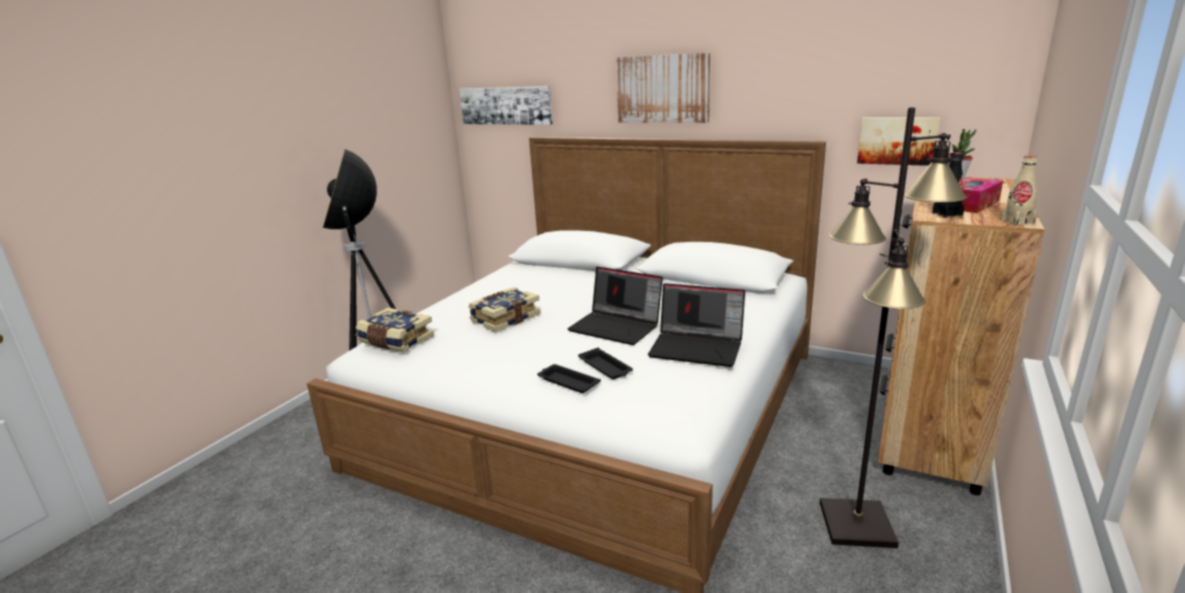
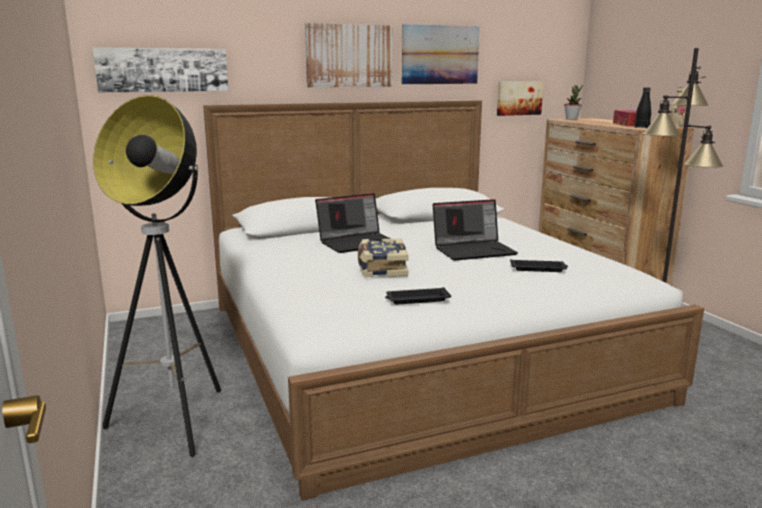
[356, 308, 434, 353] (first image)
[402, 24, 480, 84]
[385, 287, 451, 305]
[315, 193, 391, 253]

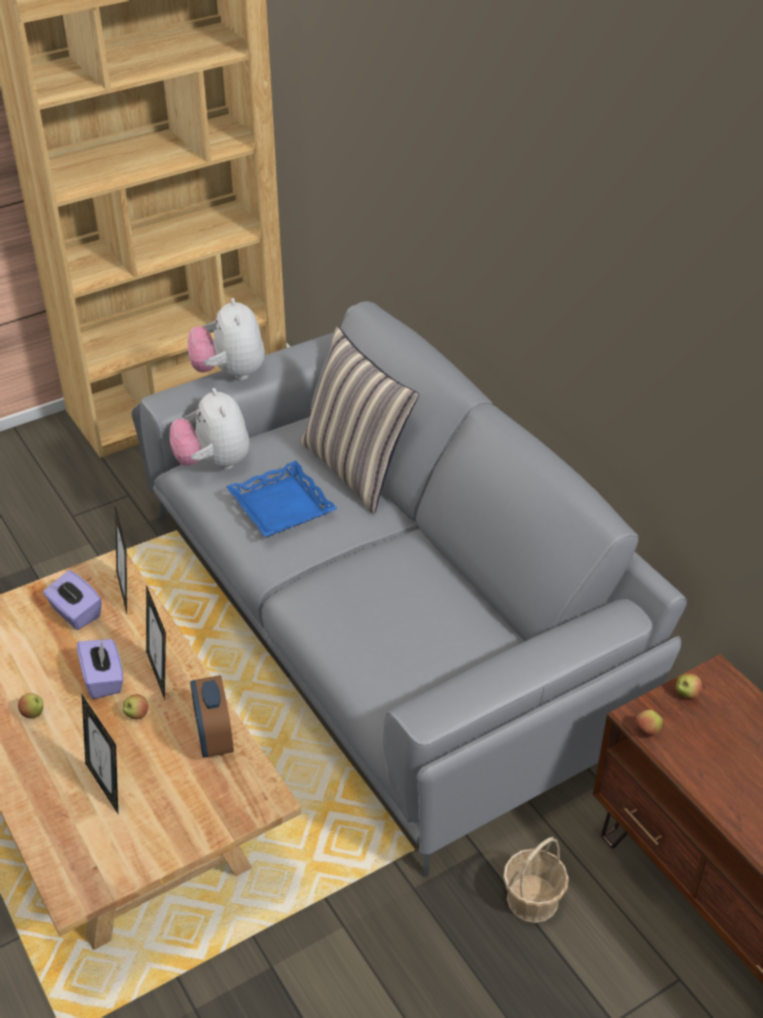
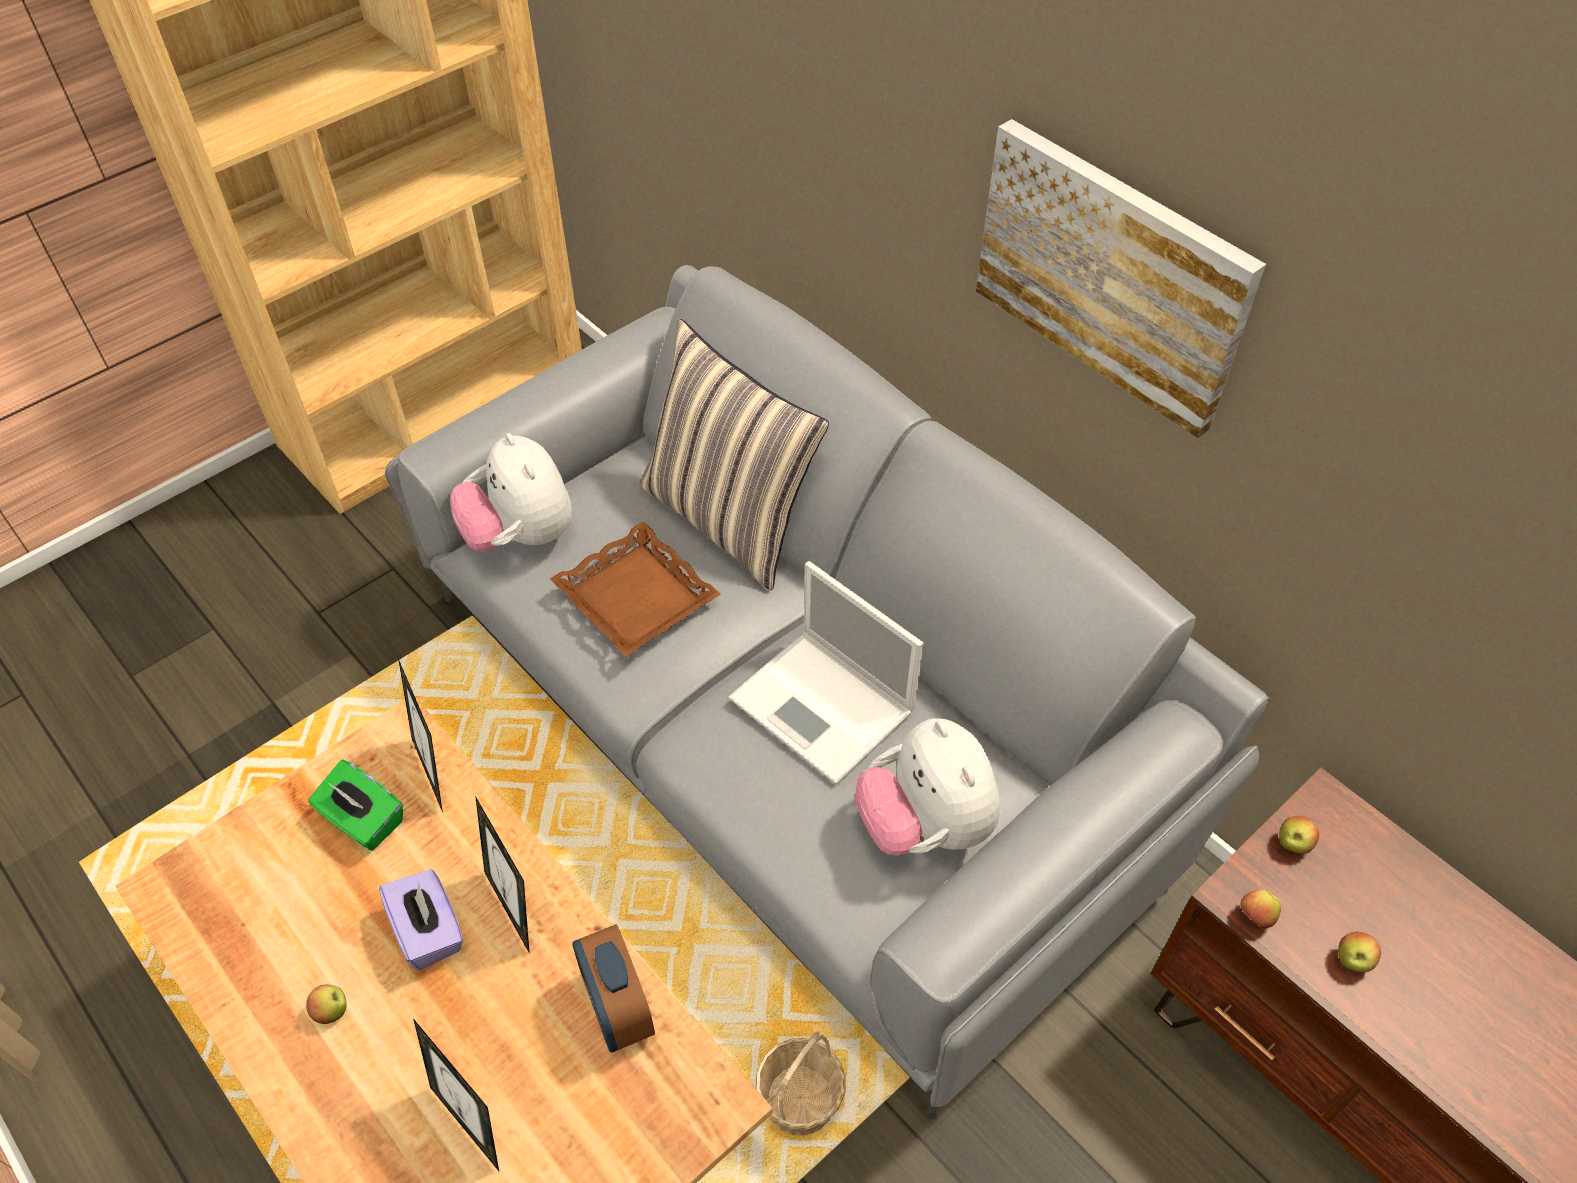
[729, 561, 924, 785]
[976, 119, 1266, 438]
[1338, 932, 1381, 972]
[855, 718, 1000, 856]
[756, 1031, 845, 1136]
[308, 760, 403, 851]
[550, 521, 720, 657]

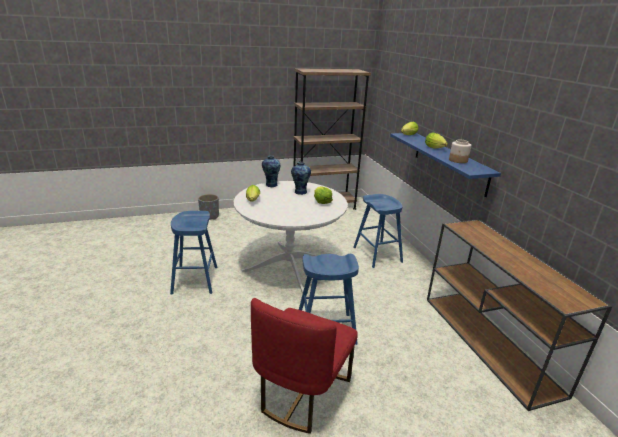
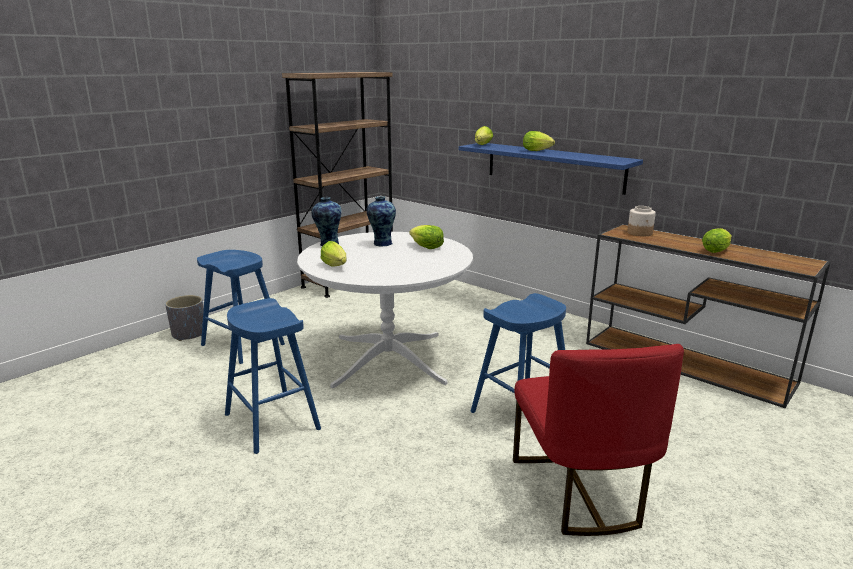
[702, 228, 732, 253]
[197, 250, 285, 364]
[627, 206, 656, 236]

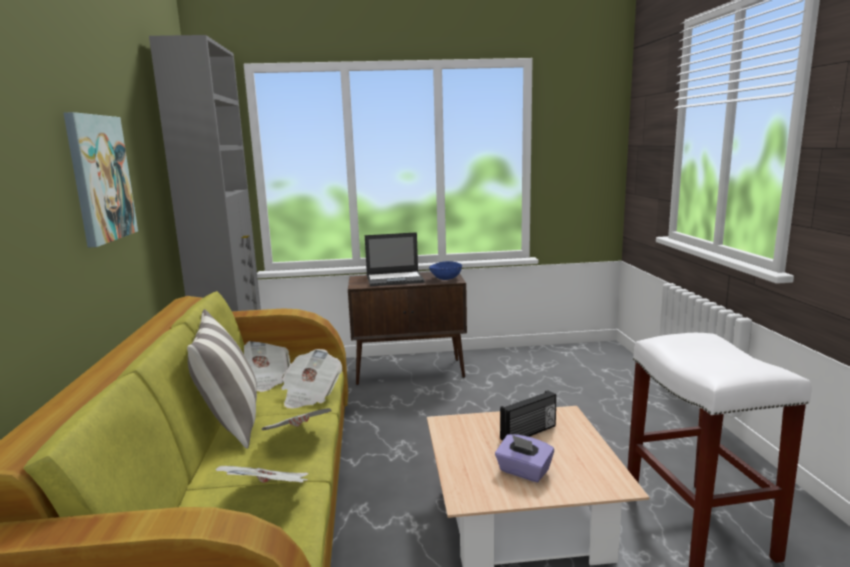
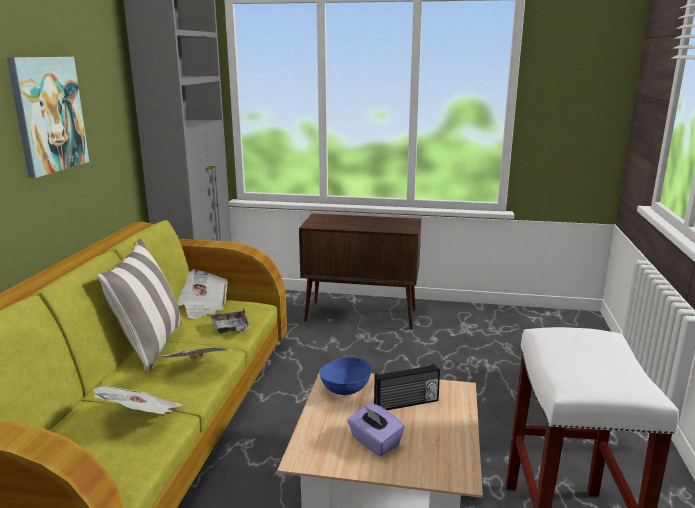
[365, 232, 425, 286] (first image)
[319, 357, 372, 395]
[210, 308, 250, 334]

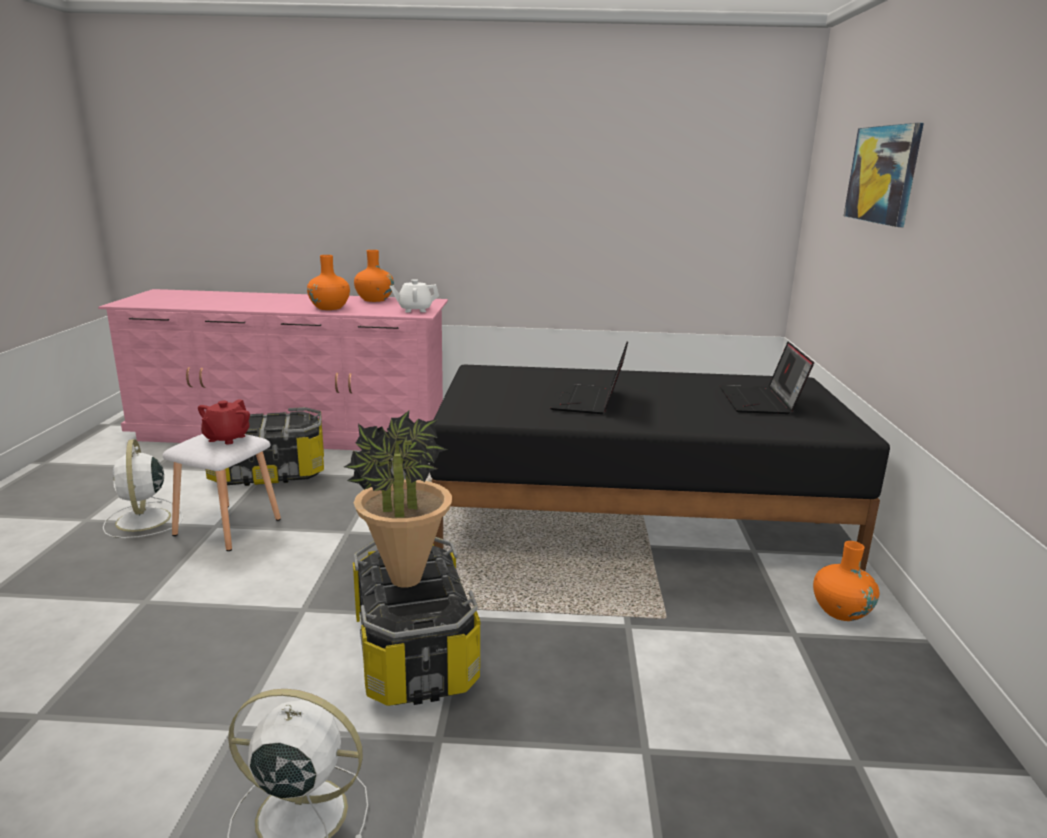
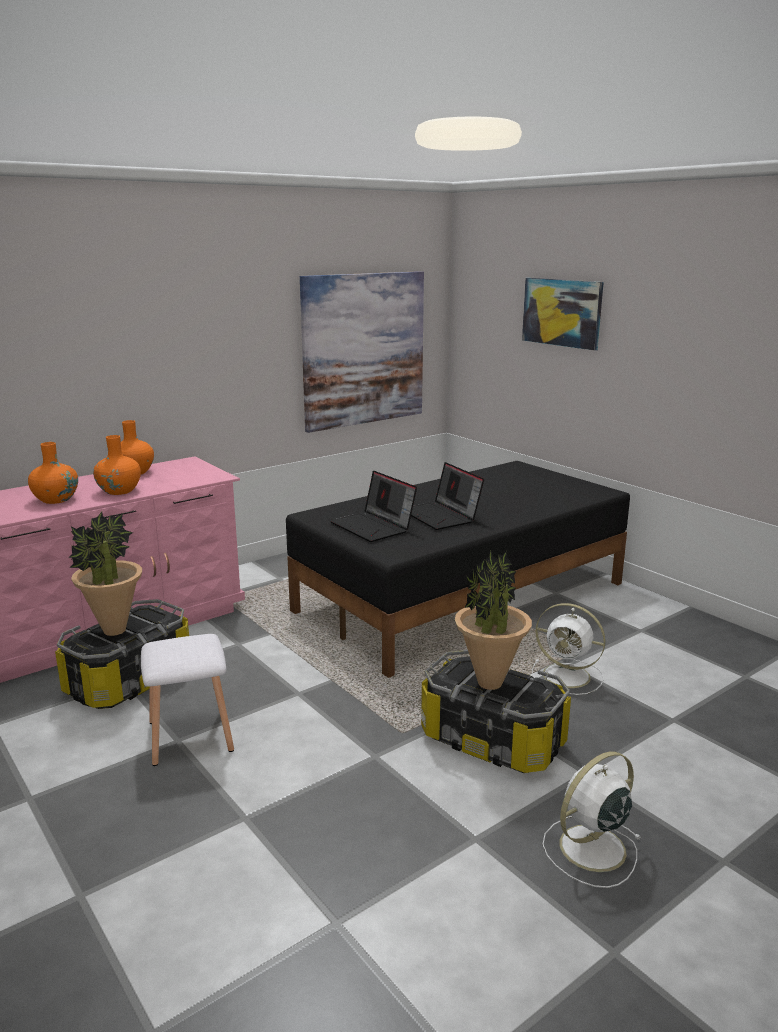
[198, 399, 250, 444] (first image)
[390, 279, 439, 312] (first image)
[68, 512, 142, 636]
[300, 271, 424, 433]
[532, 603, 606, 695]
[330, 470, 417, 542]
[28, 442, 78, 504]

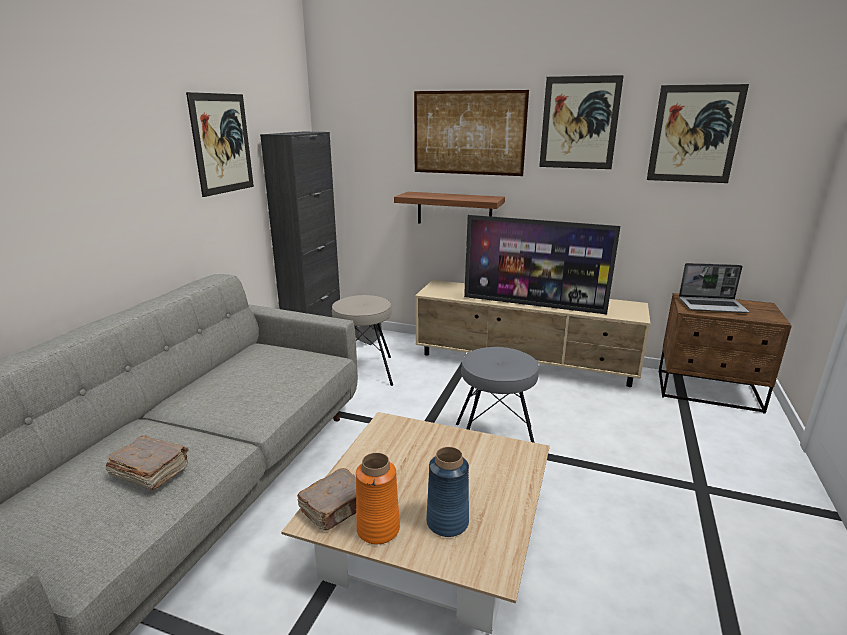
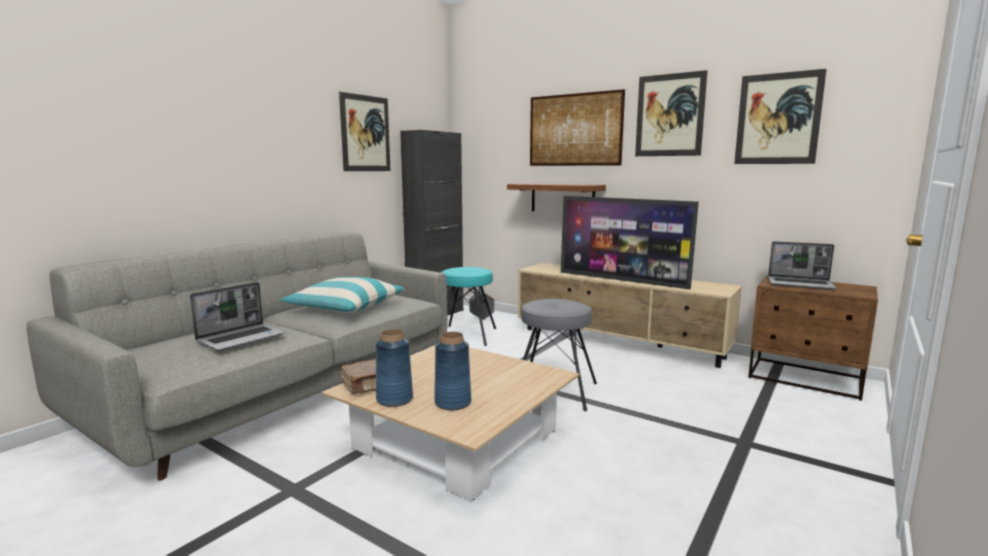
[280, 277, 404, 313]
[190, 282, 286, 351]
[441, 267, 496, 346]
[376, 329, 413, 407]

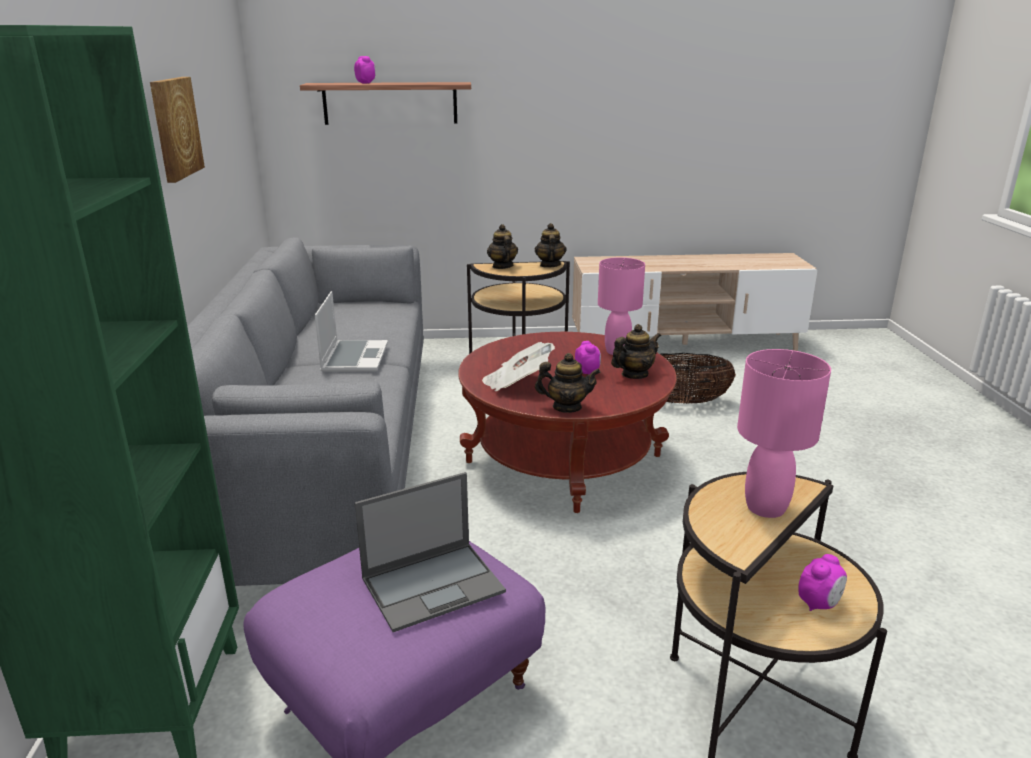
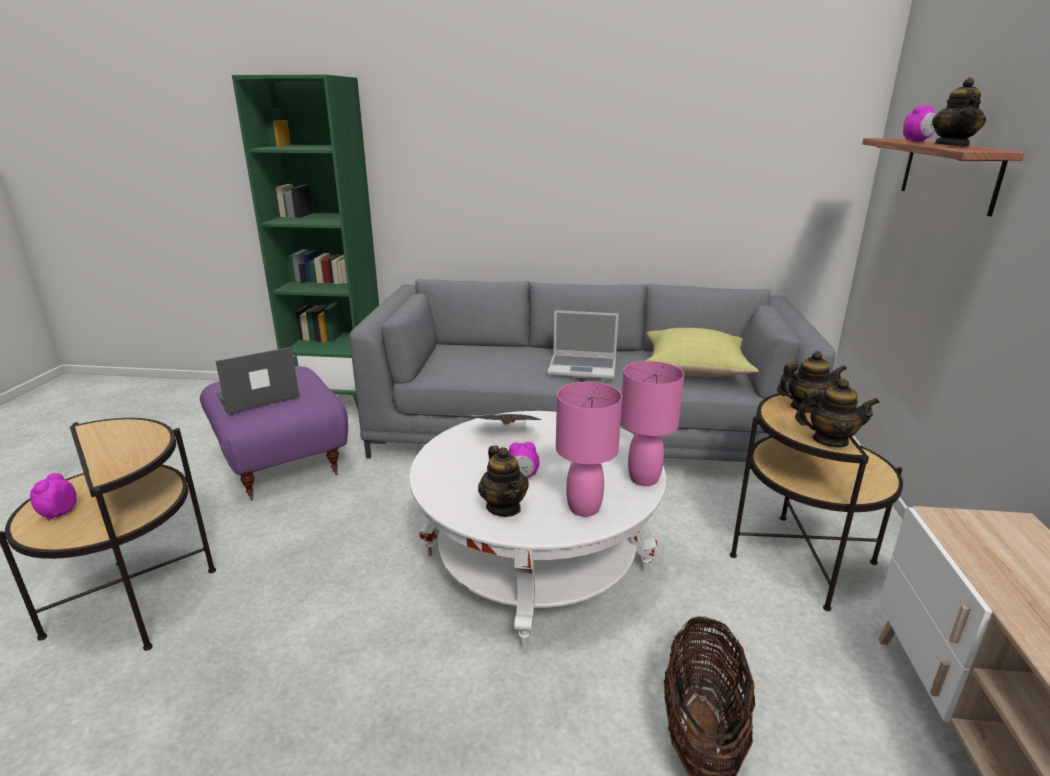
[150, 77, 205, 183] (first image)
[645, 328, 759, 377]
[932, 78, 986, 147]
[620, 361, 684, 486]
[409, 411, 666, 648]
[216, 347, 300, 414]
[30, 473, 77, 521]

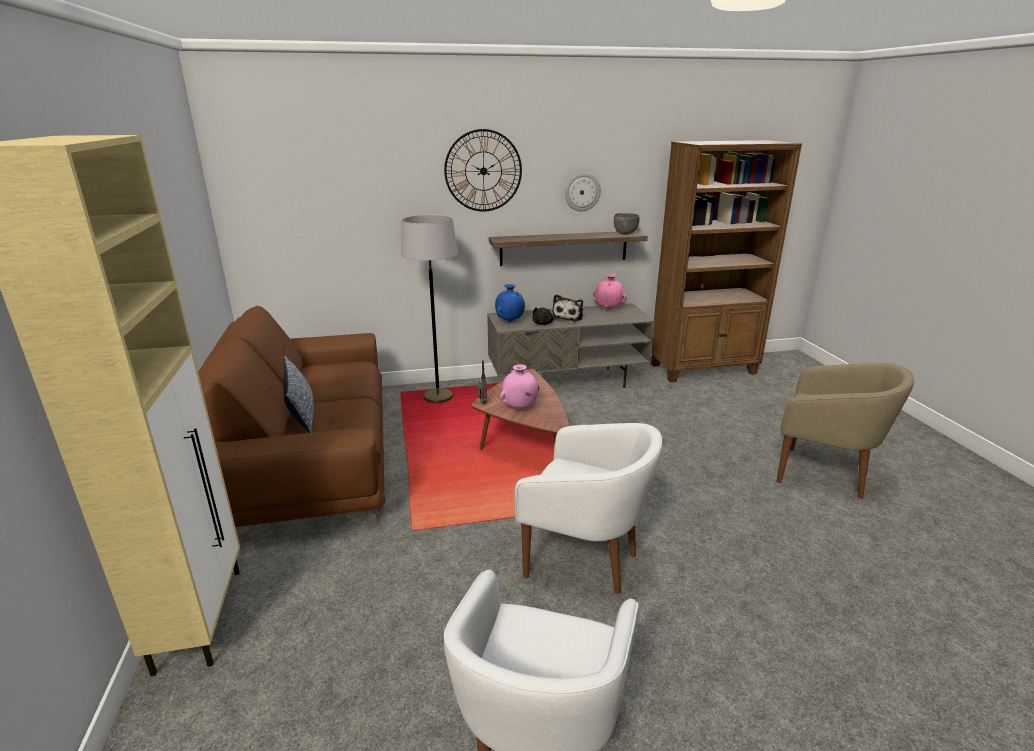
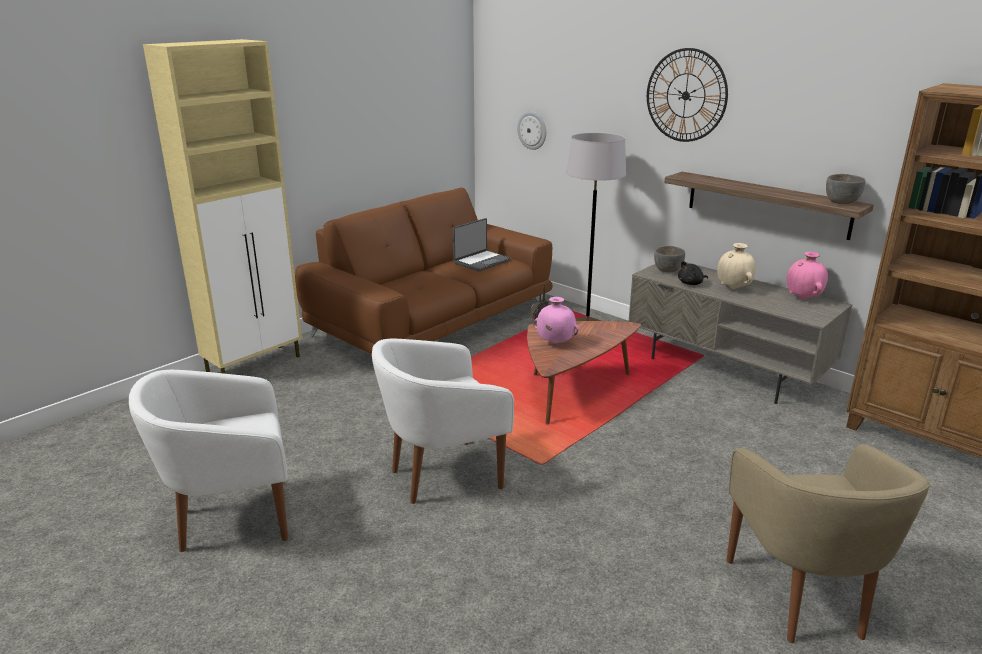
[284, 356, 314, 433] (first image)
[453, 218, 511, 272]
[517, 111, 546, 150]
[654, 246, 685, 273]
[717, 243, 756, 289]
[372, 339, 514, 504]

